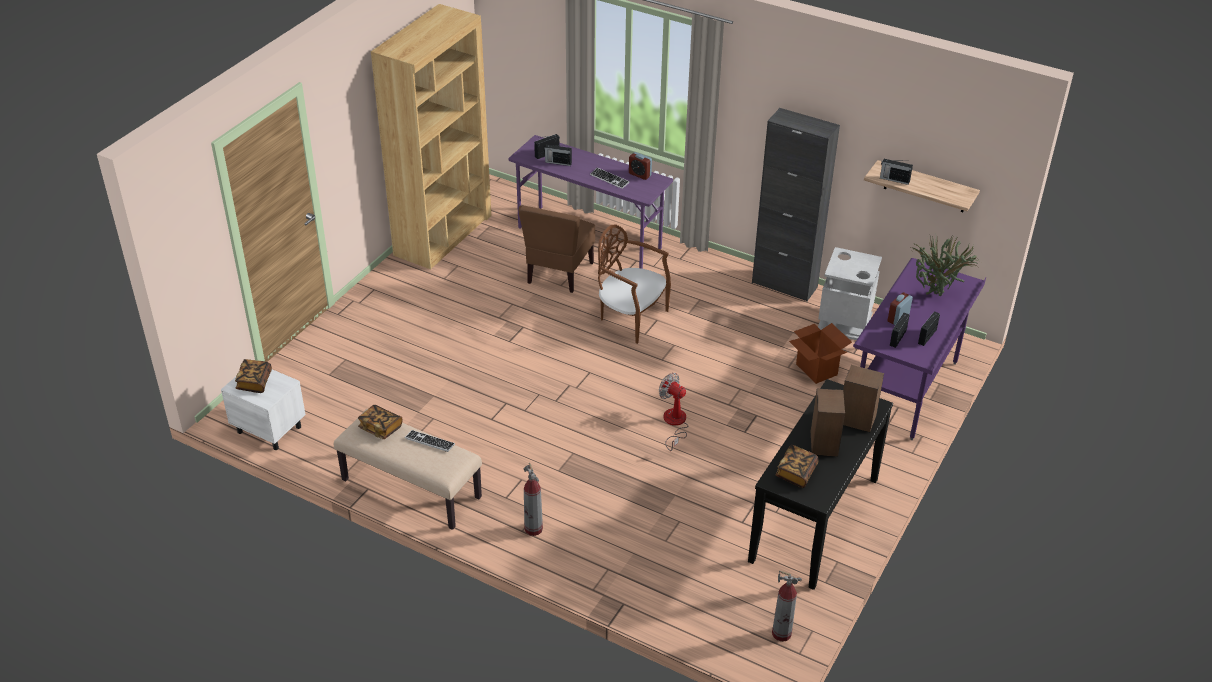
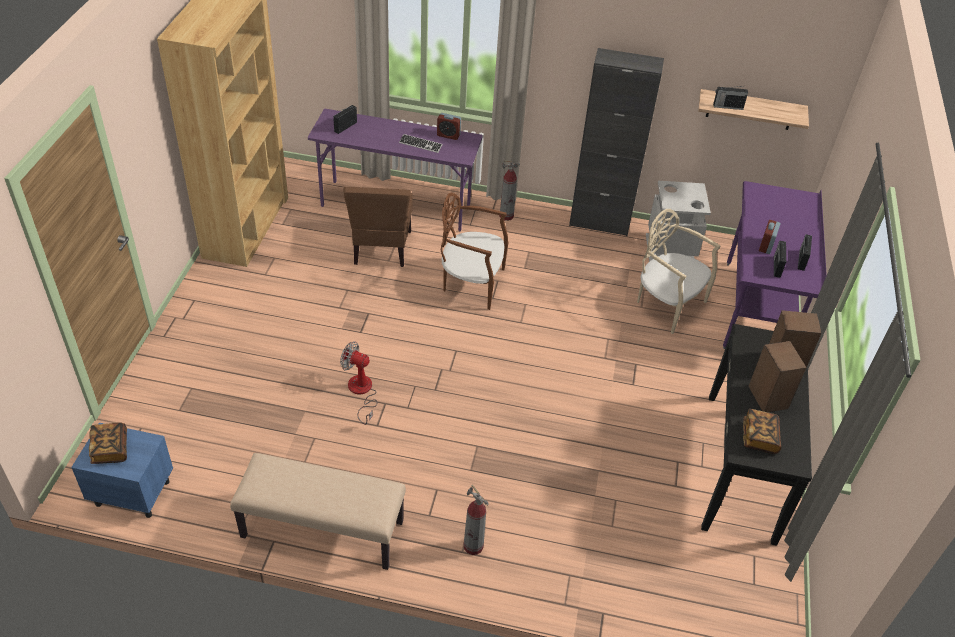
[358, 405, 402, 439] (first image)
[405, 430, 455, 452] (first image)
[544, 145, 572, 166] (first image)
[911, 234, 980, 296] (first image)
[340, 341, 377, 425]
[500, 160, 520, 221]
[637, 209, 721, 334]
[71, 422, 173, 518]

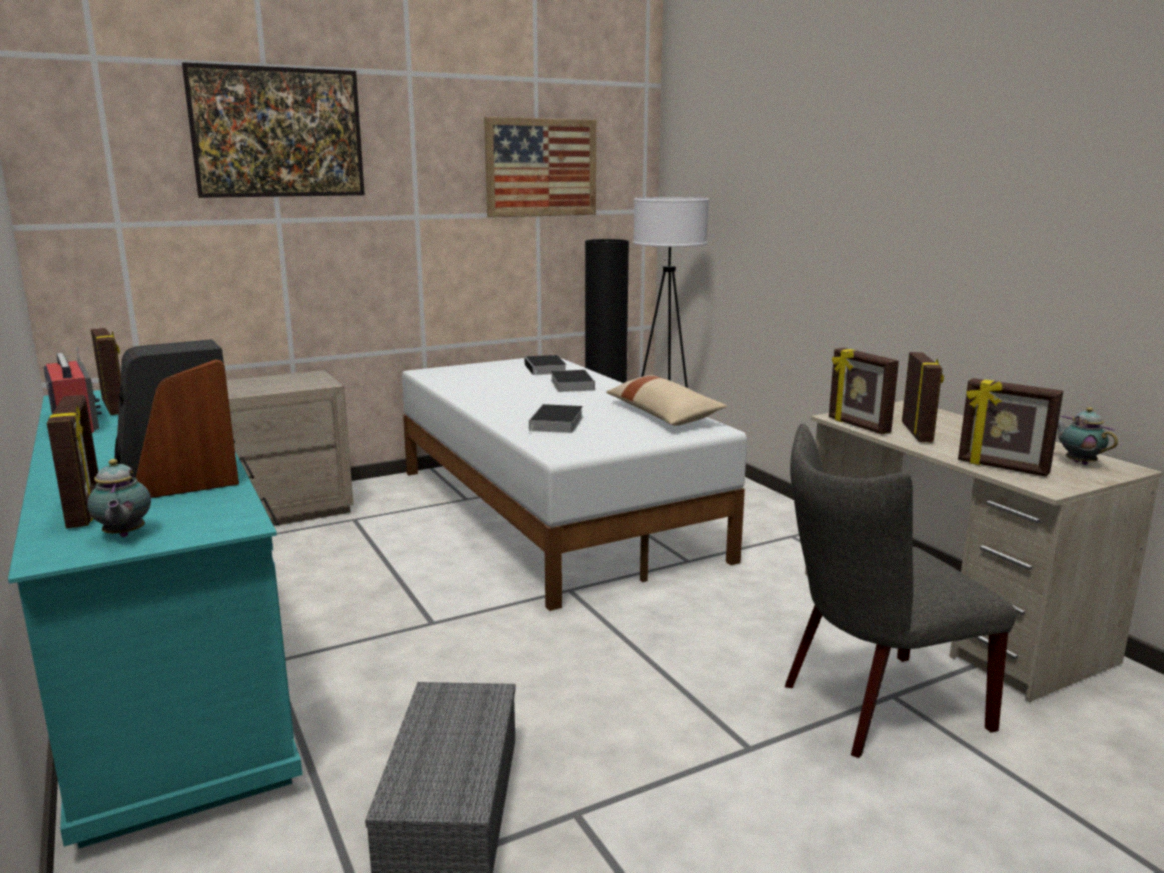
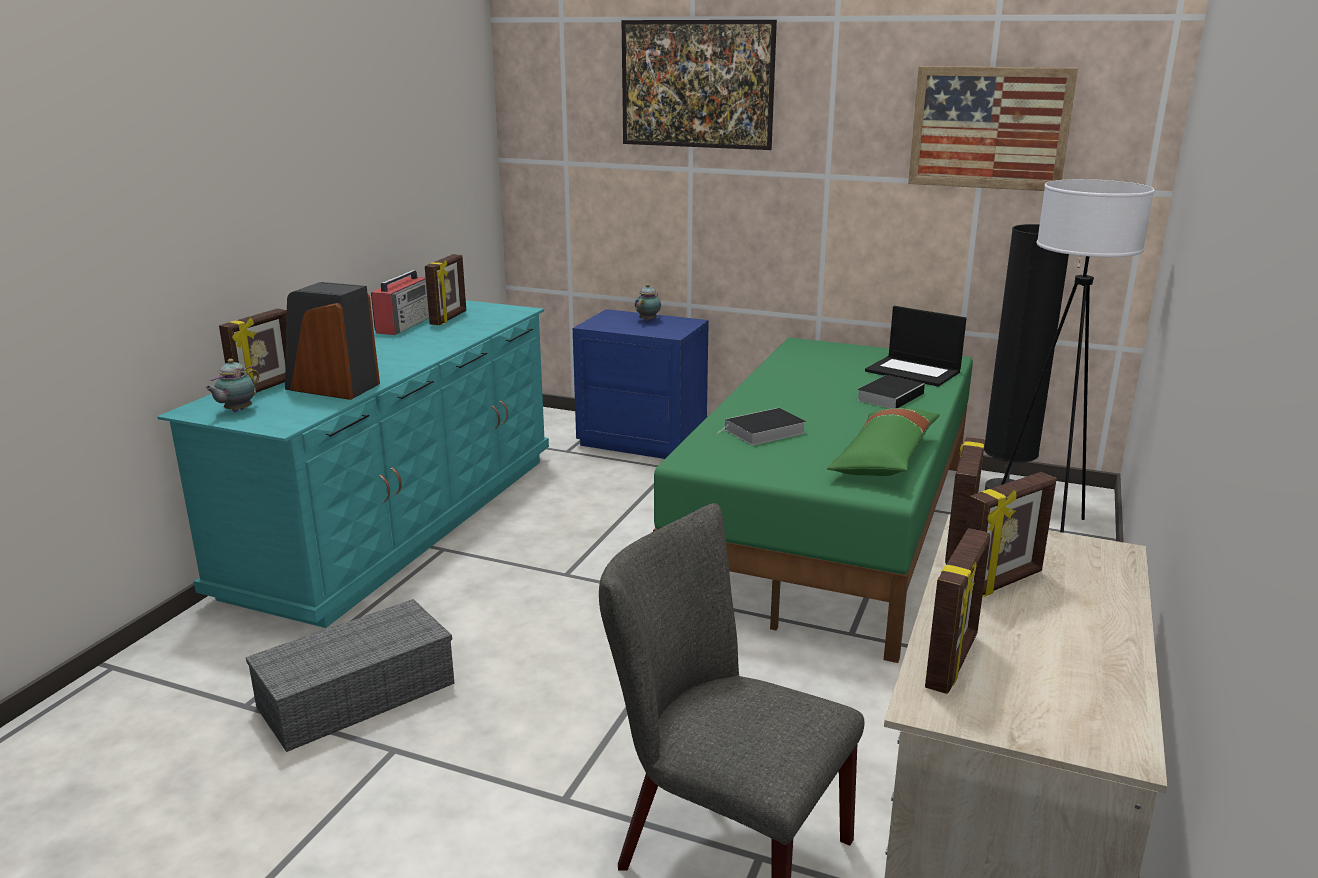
[635, 284, 661, 321]
[865, 306, 967, 387]
[573, 309, 709, 459]
[653, 338, 973, 663]
[827, 408, 940, 476]
[925, 528, 990, 694]

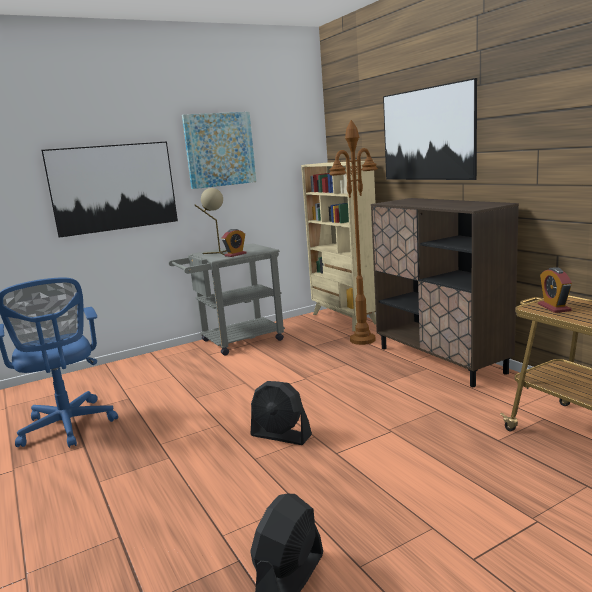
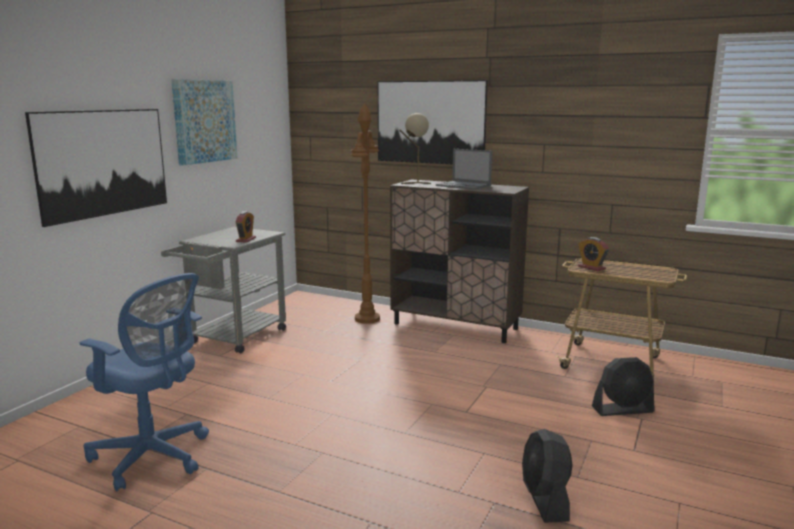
[301, 161, 376, 331] (first image)
[436, 149, 492, 190]
[399, 113, 431, 184]
[592, 357, 655, 416]

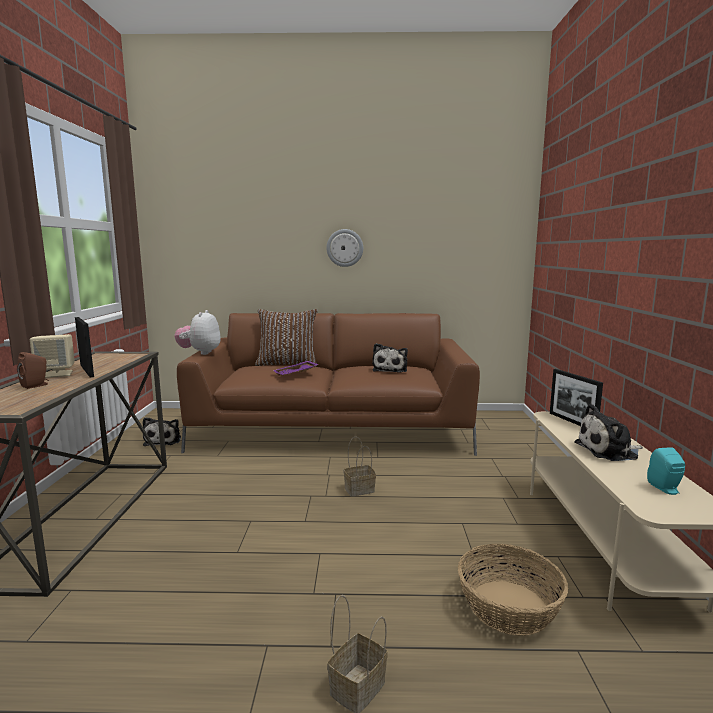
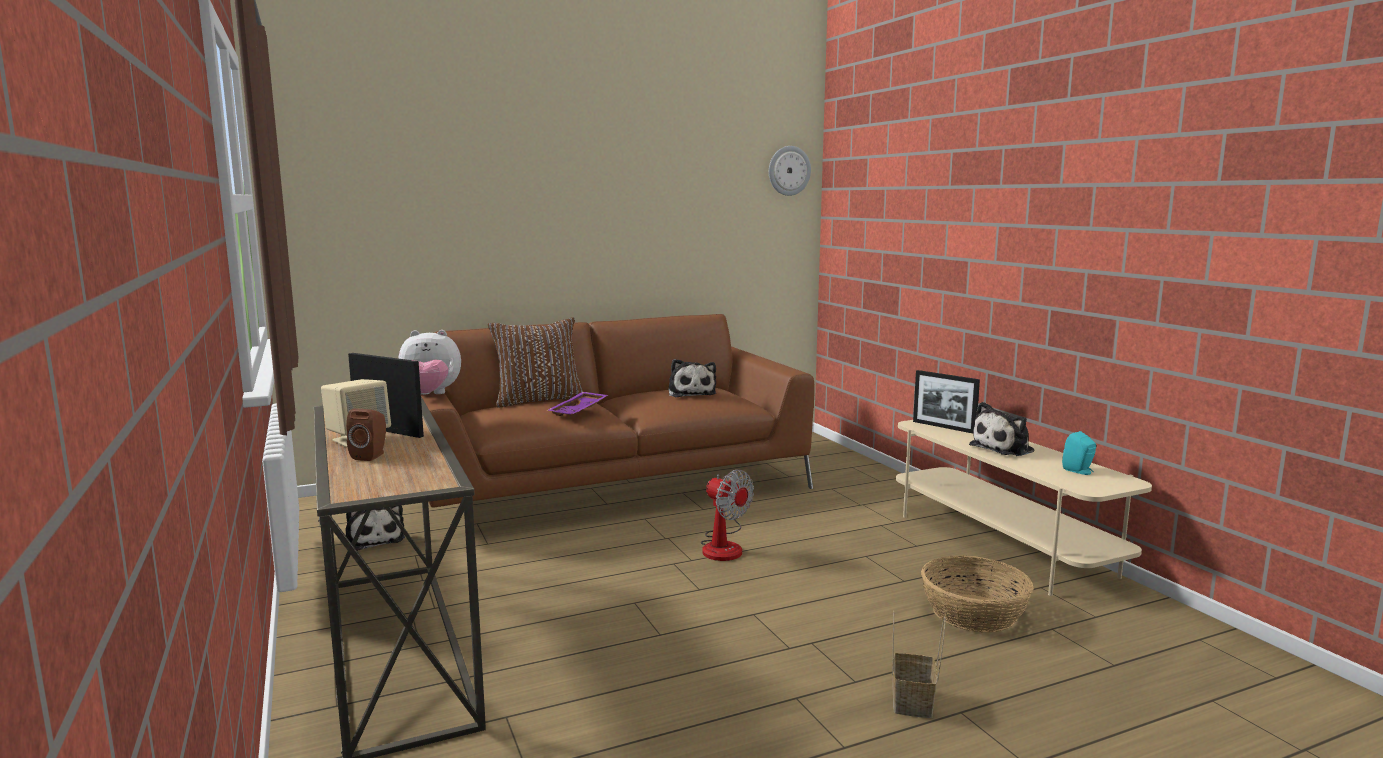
[769, 146, 811, 196]
[701, 470, 754, 561]
[398, 330, 461, 395]

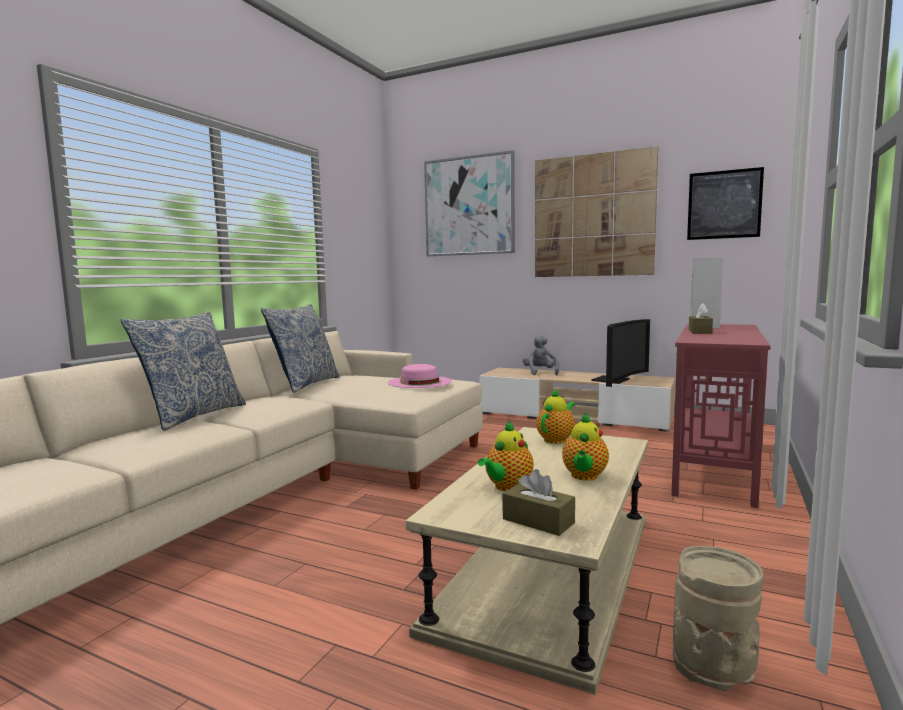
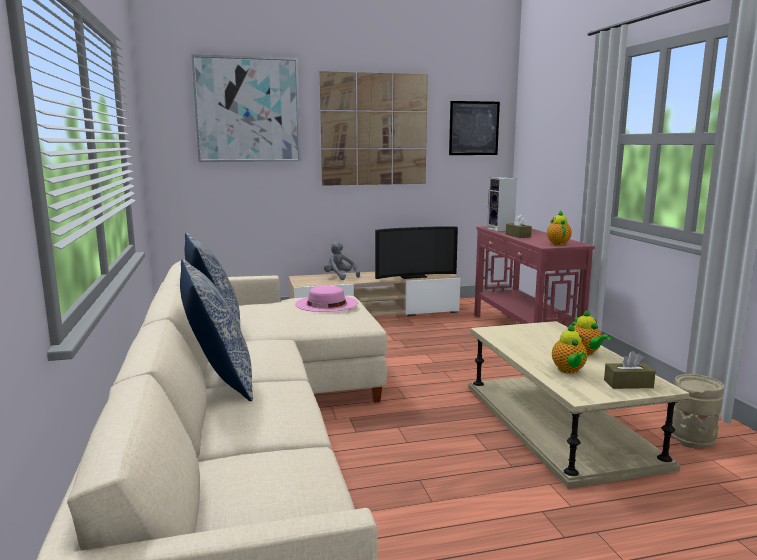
[547, 210, 572, 245]
[375, 226, 458, 279]

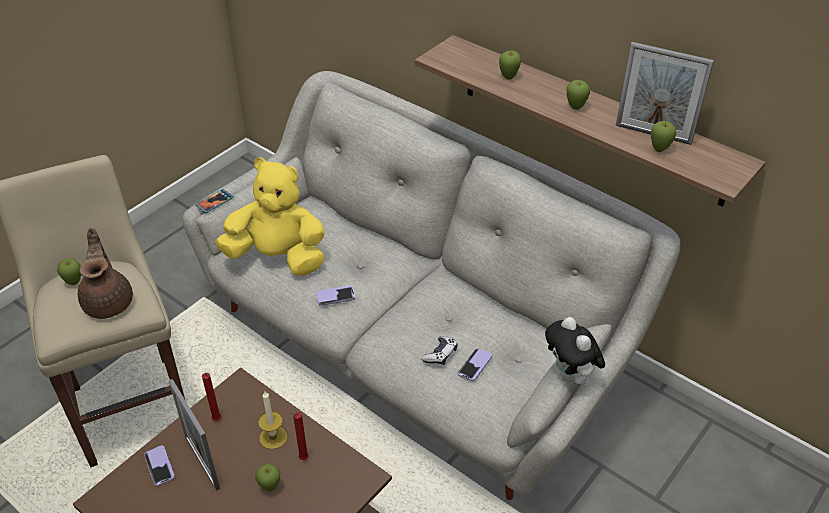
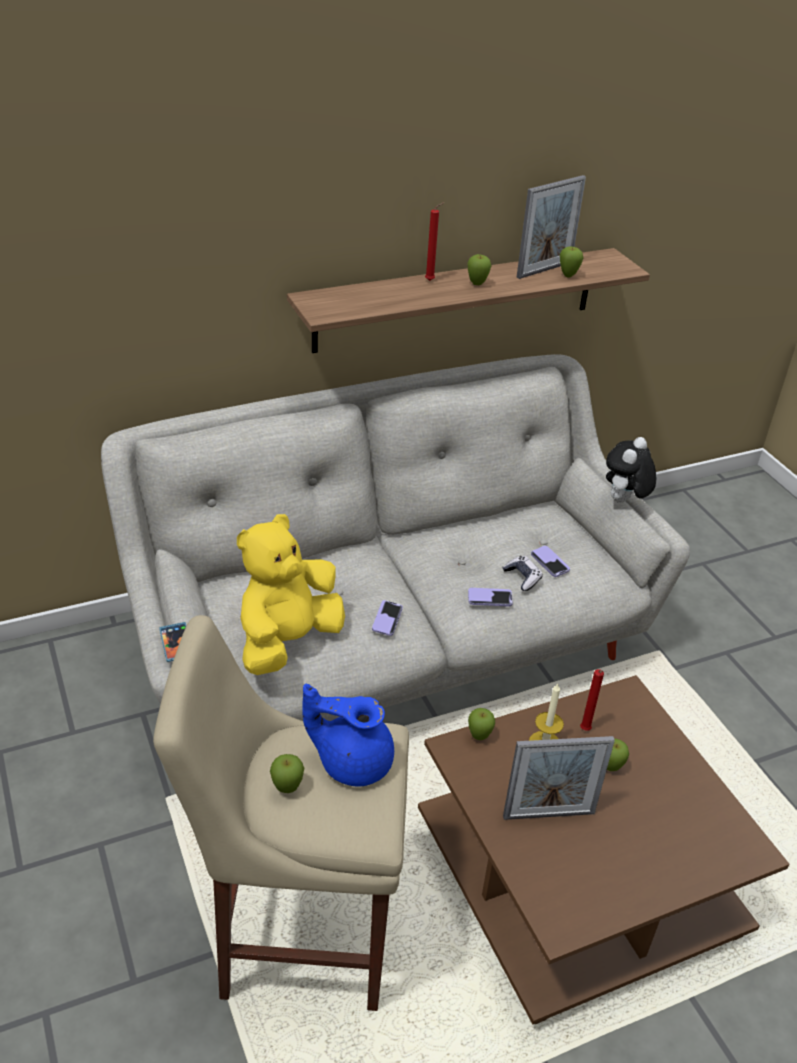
[468, 588, 513, 607]
[425, 202, 444, 281]
[468, 708, 495, 740]
[302, 684, 394, 787]
[606, 437, 656, 503]

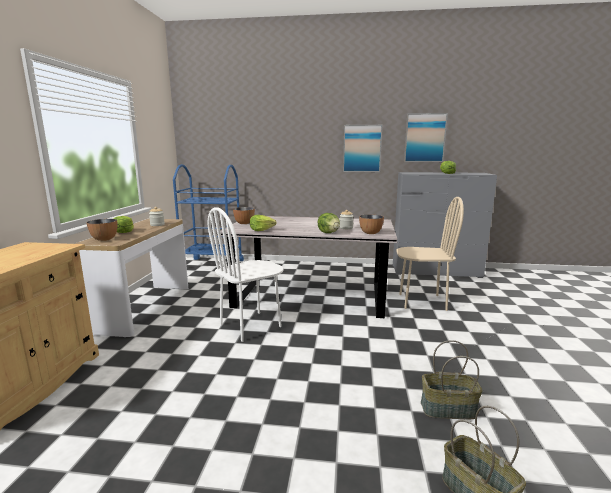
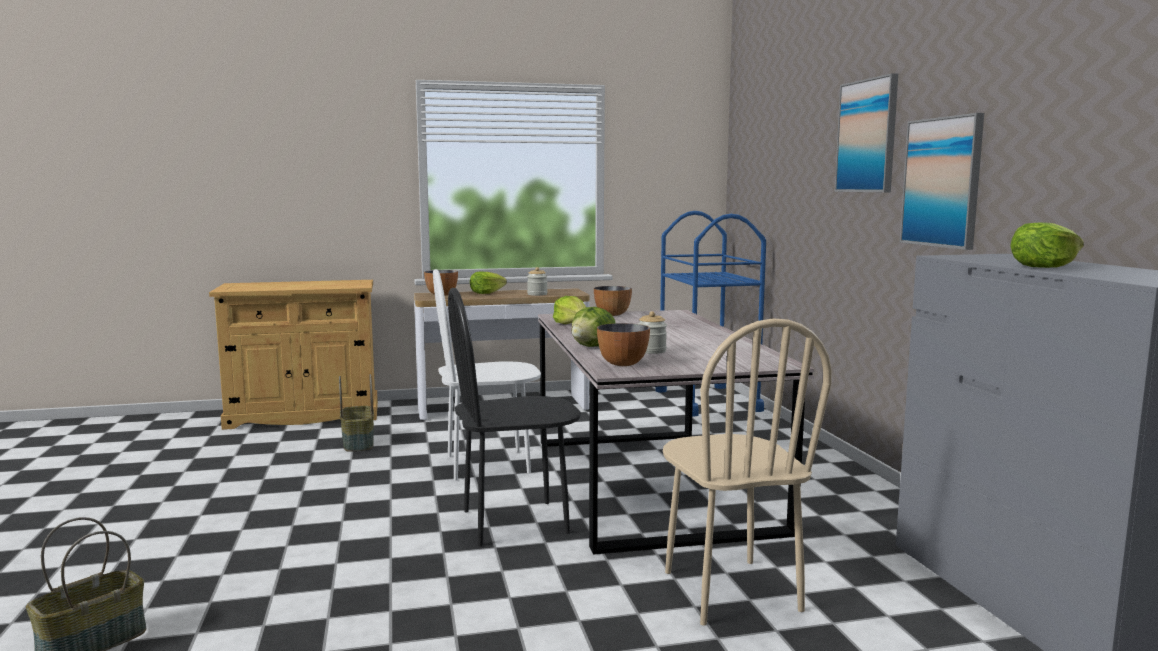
[448, 288, 581, 546]
[835, 73, 898, 192]
[339, 374, 374, 452]
[433, 269, 541, 480]

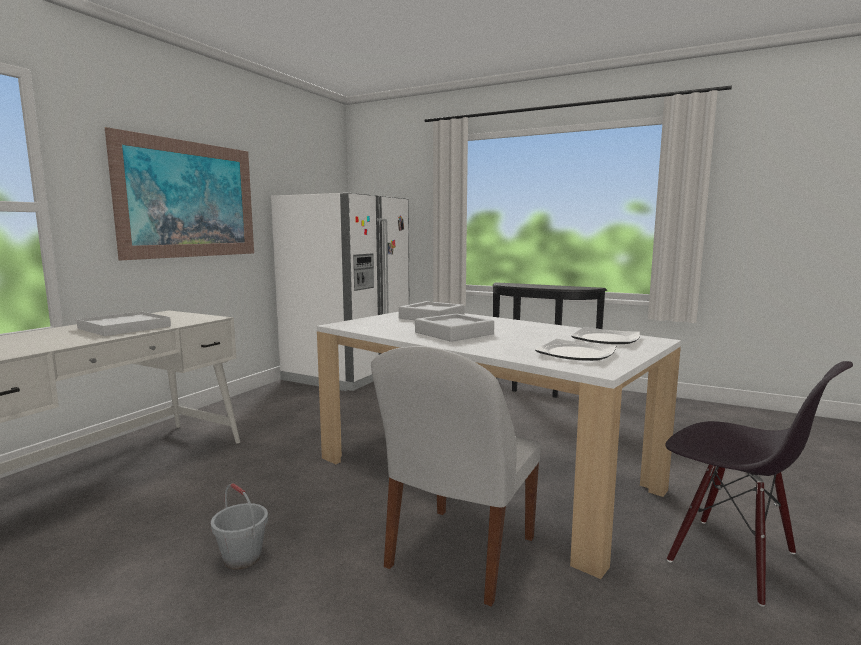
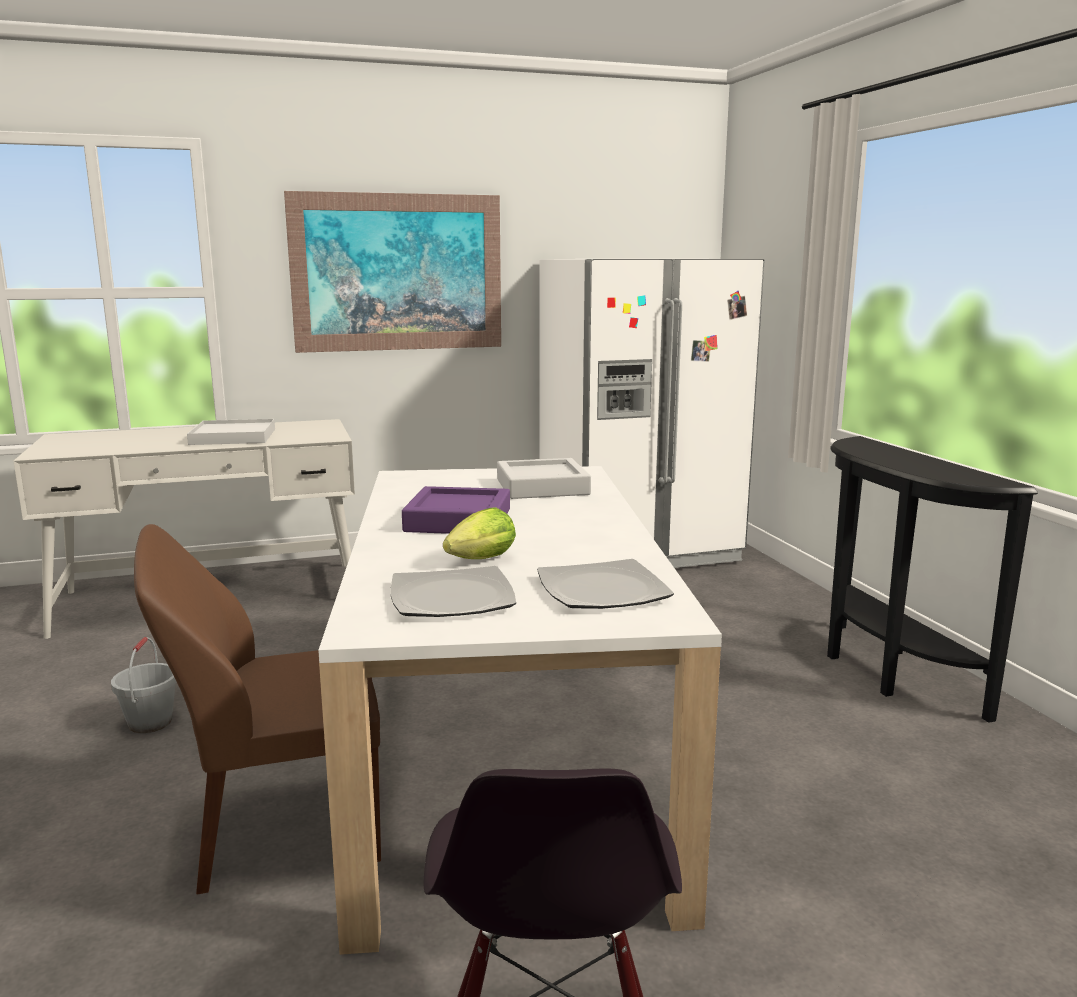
[443, 507, 516, 559]
[134, 524, 381, 894]
[402, 486, 510, 534]

